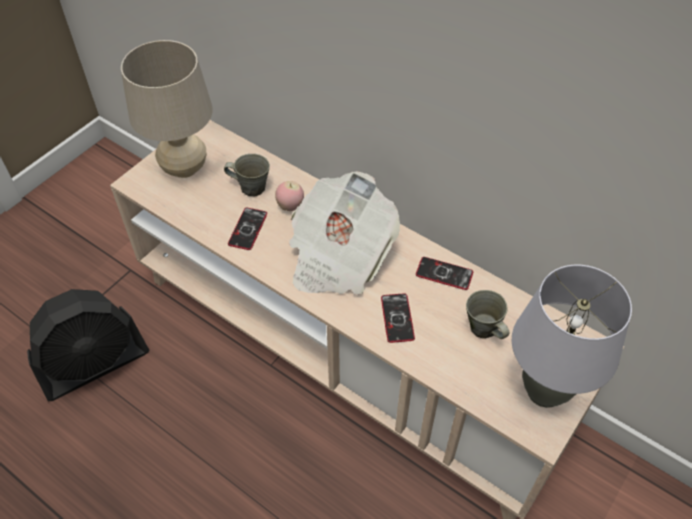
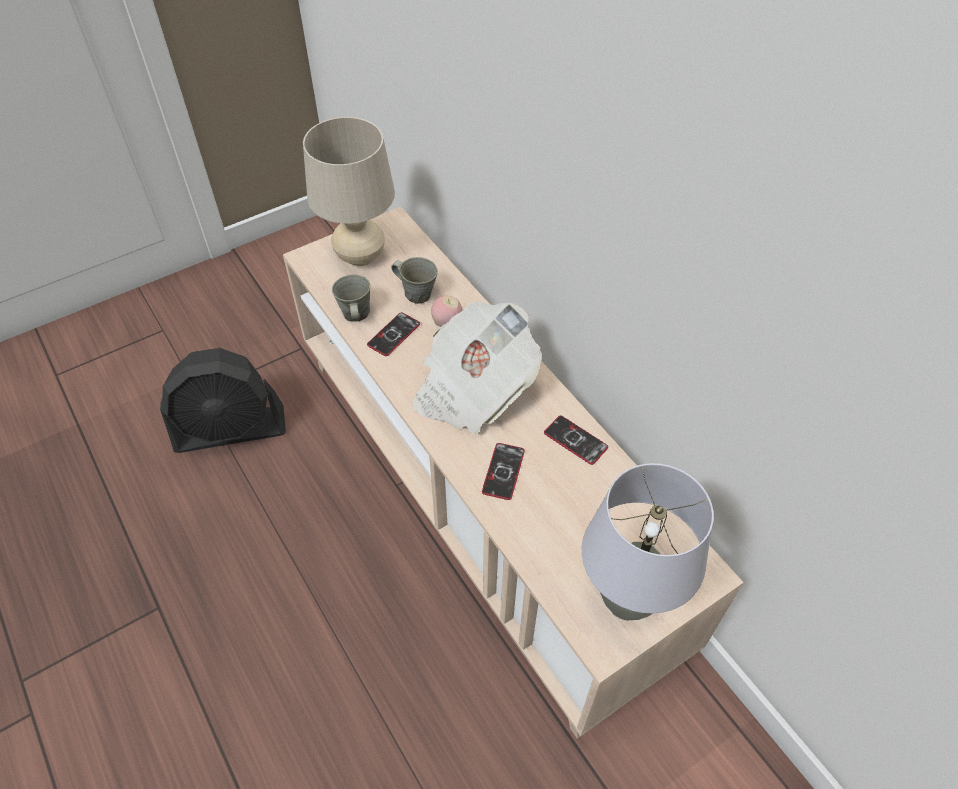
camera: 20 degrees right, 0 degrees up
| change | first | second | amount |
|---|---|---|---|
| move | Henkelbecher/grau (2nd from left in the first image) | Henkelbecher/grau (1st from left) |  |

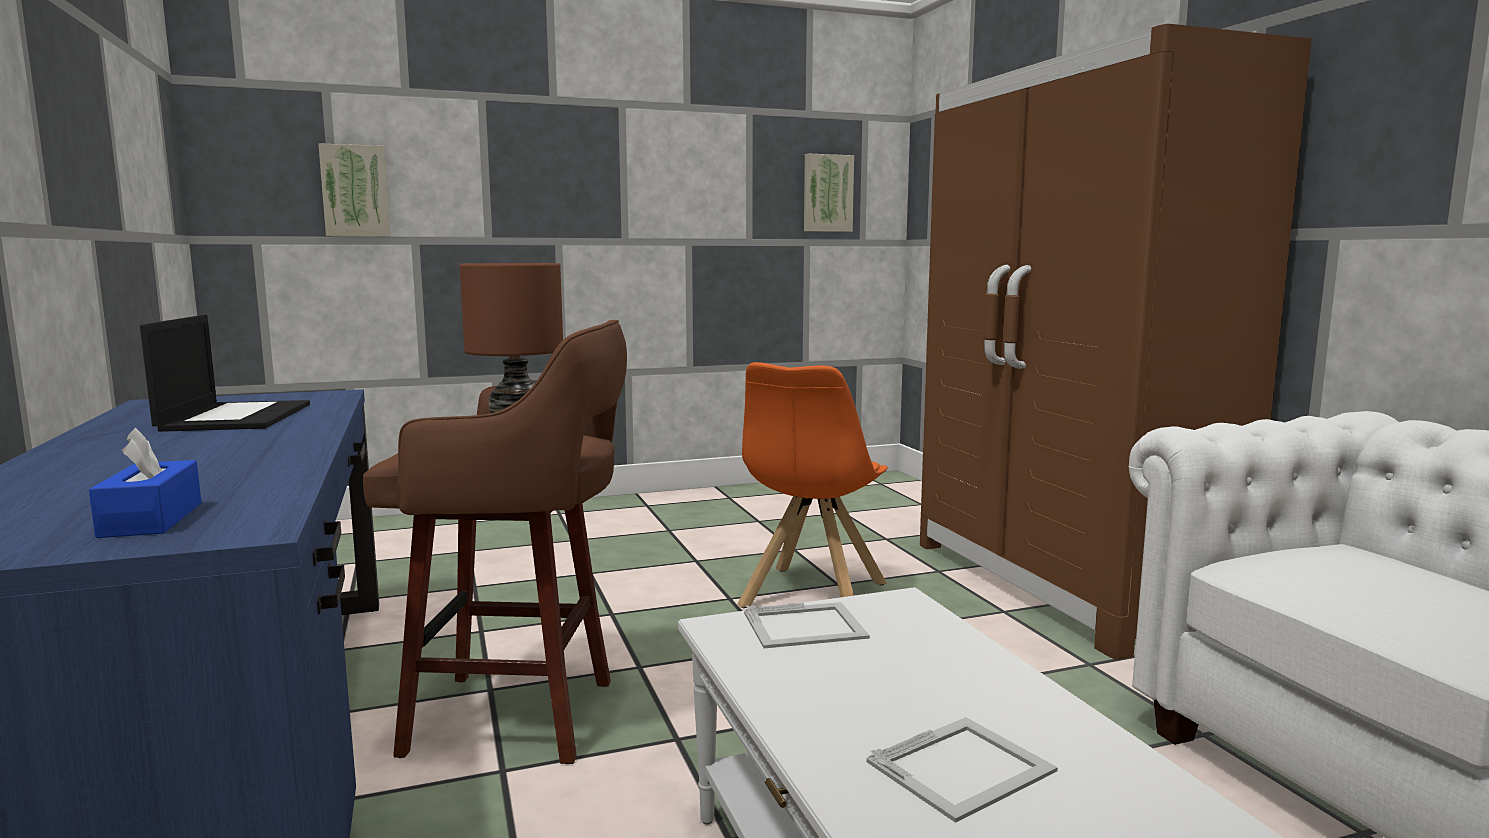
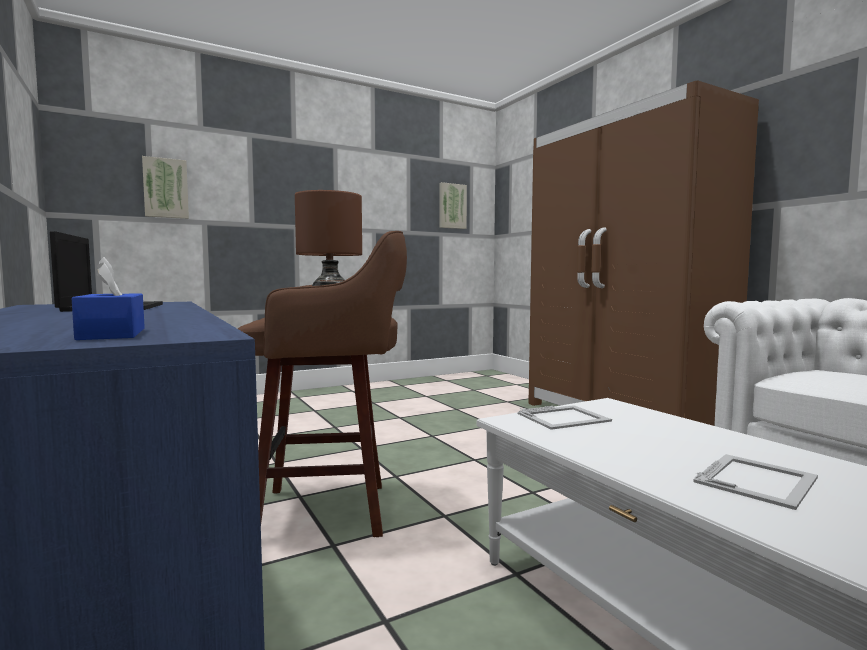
camera: 10 degrees left, 5 degrees down
| change | first | second | amount |
|---|---|---|---|
| delete | Stuhl/orange |  |  |

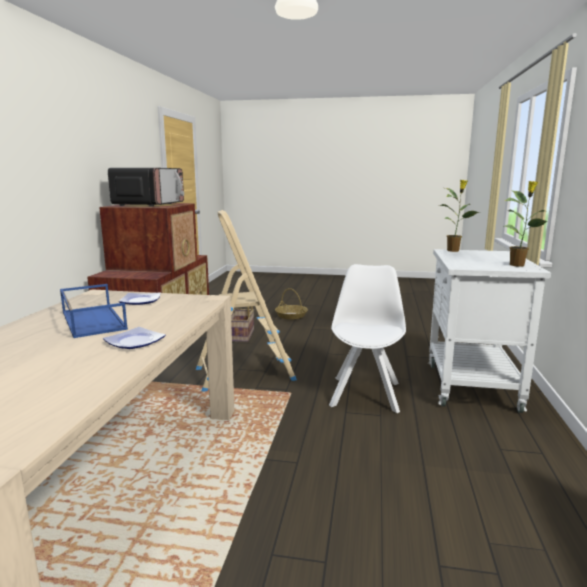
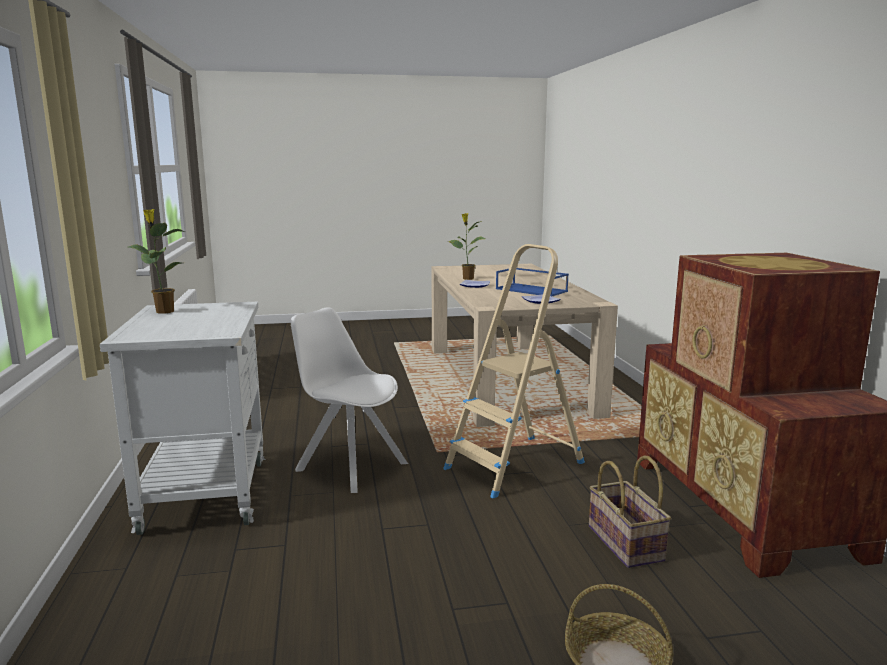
camera: 160 degrees right, 0 degrees up
| change | first | second | amount |
|---|---|---|---|
| delete | Mikrowelle |  |  |
| rotate | Stuhl/weiß |  | 135 degrees clockwise |
| move | Topfpflanze (1st from left in the first image) | Topfpflanze (2nd from left) |  |

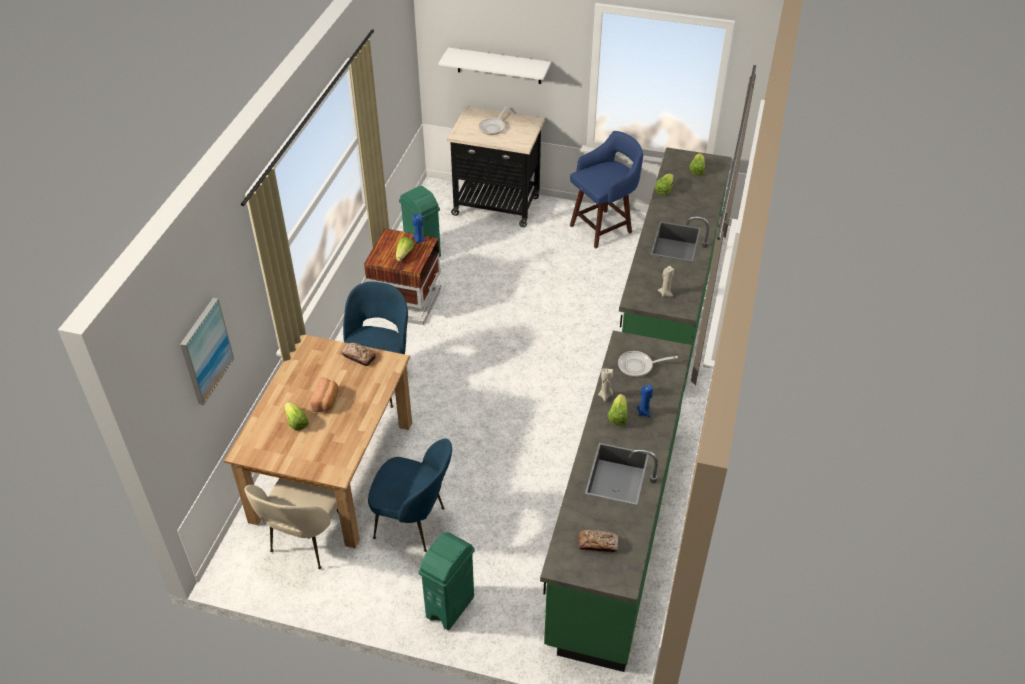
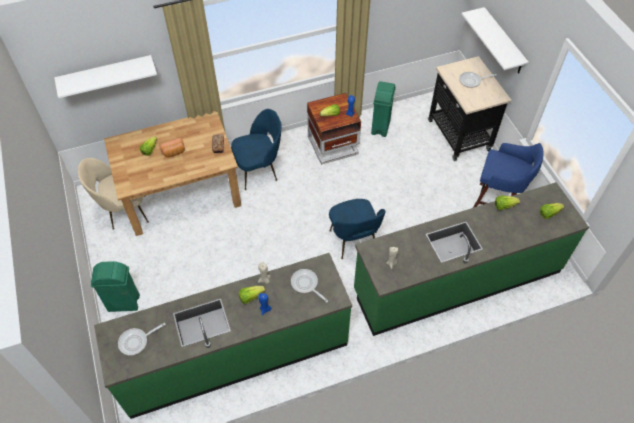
camera: 55 degrees right, 10 degrees up
| change | first | second | amount |
|---|---|---|---|
| replace | Bild | Wandregal/weiß (1st from left) |  |
| move | Stuhl/blau (2nd from left) |  |  |
| replace | Brot (3rd from left) | Pfanne (1st from left) |  |

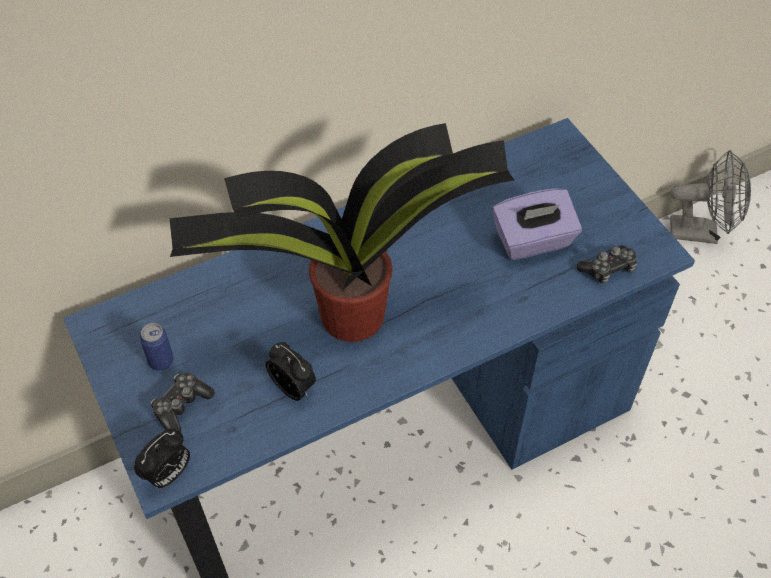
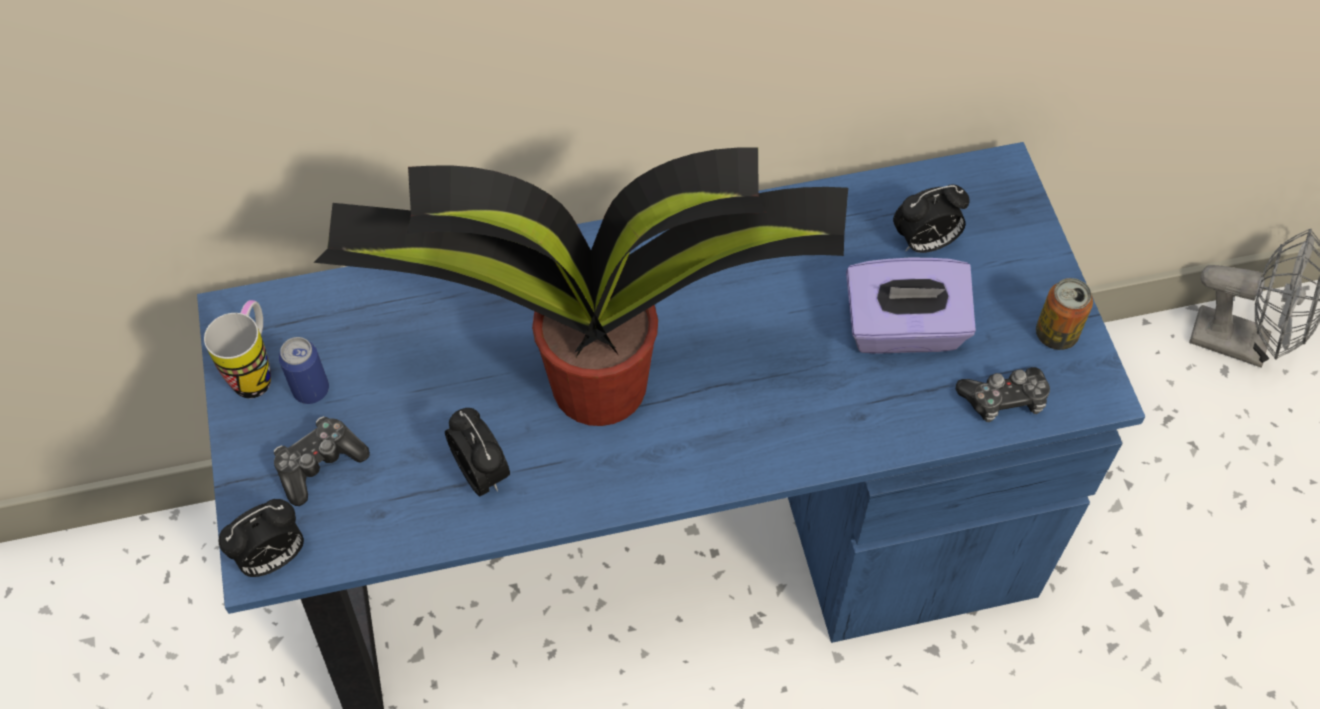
camera: 15 degrees right, 5 degrees up
| change | first | second | amount |
|---|---|---|---|
| insert |  | Henkelbecher |  |
| insert |  | Wecker (3rd from left) |  |
| insert |  | Dose (2nd from left) |  |

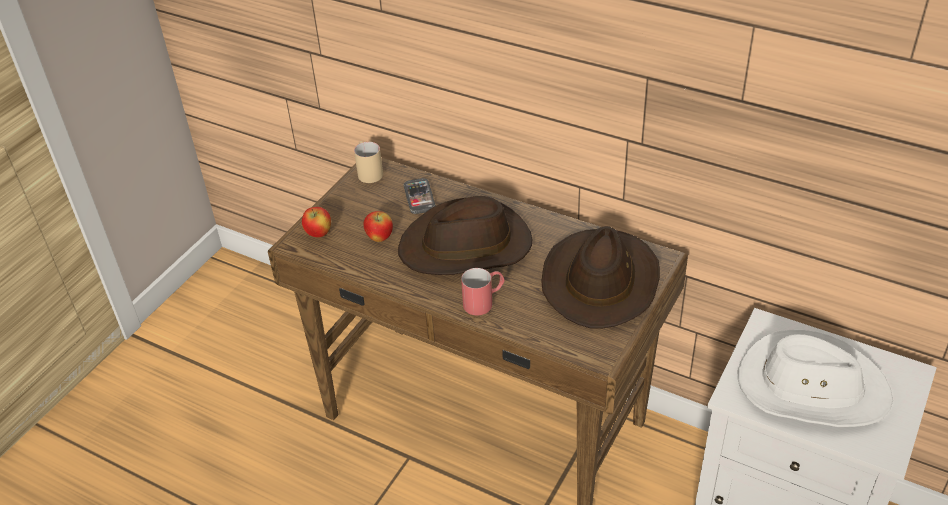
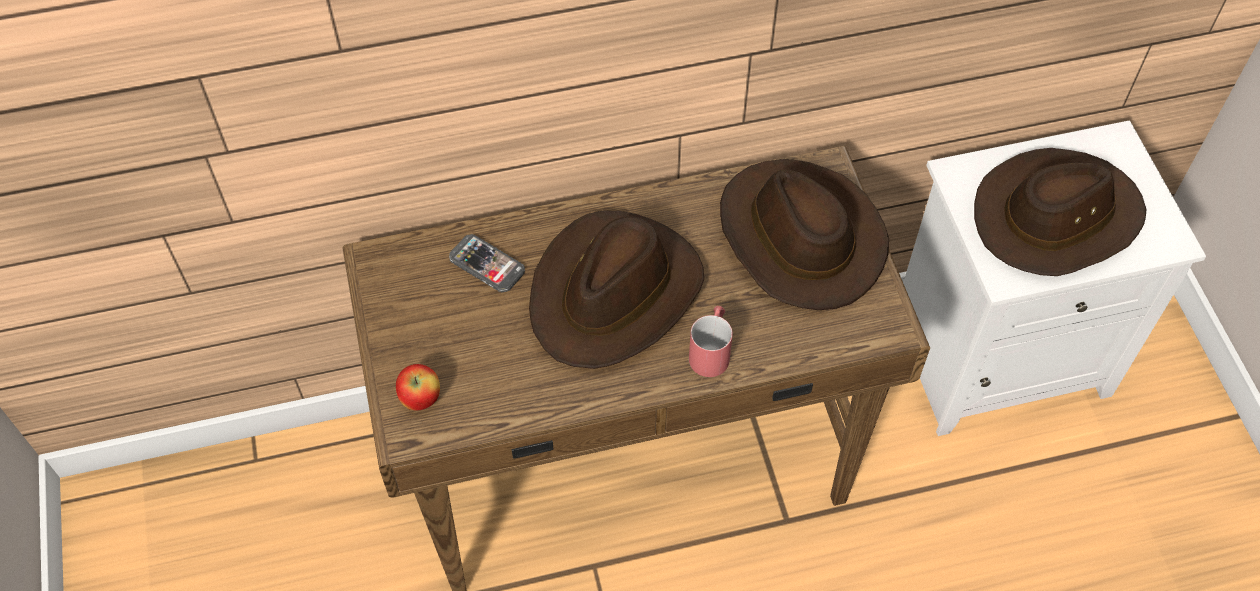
camera: 45 degrees left, 15 degrees up
| change | first | second | amount |
|---|---|---|---|
| delete | Henkelbecher/beige |  |  |
| delete | Apfel (2nd from left) |  |  |
| recolor | Hut/weiß | Hut/braun (3rd from left) |  |

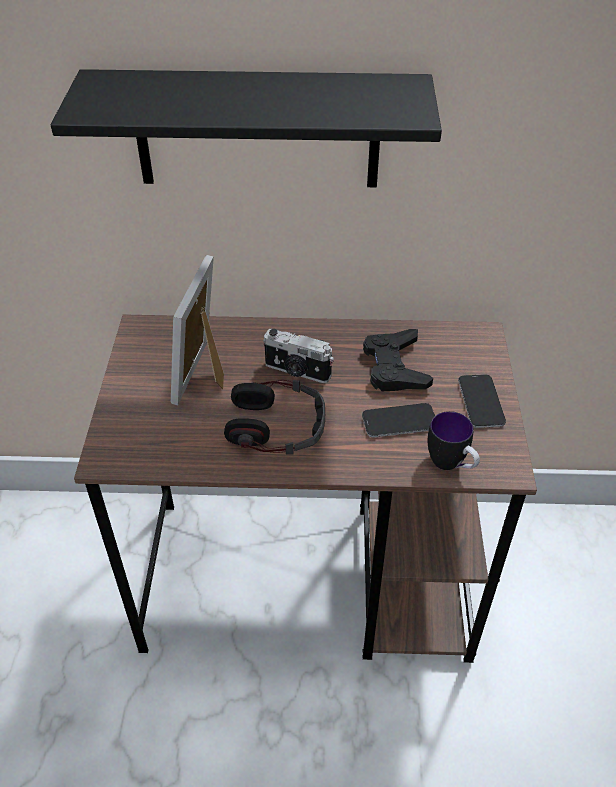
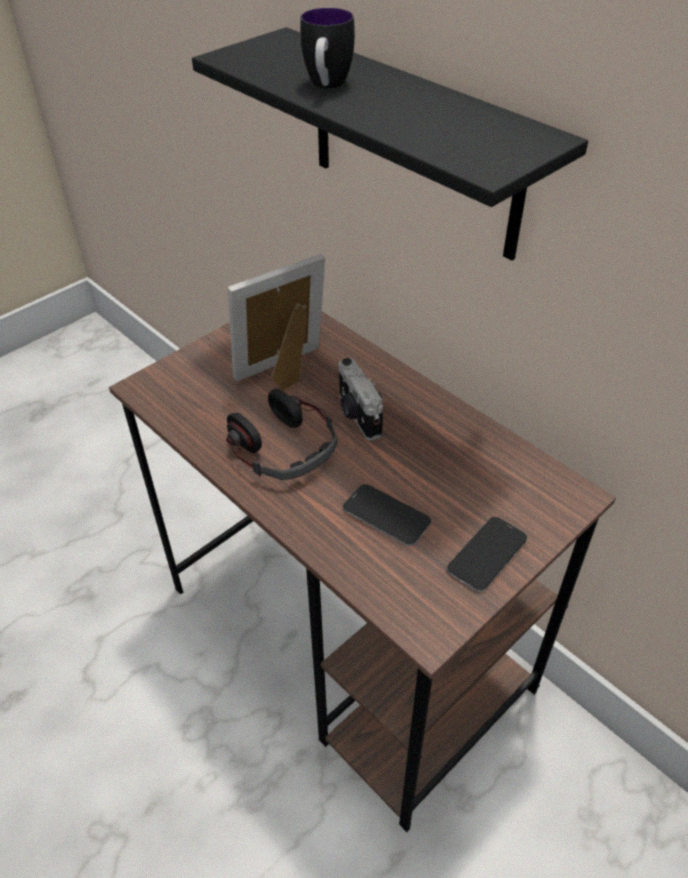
camera: 45 degrees right, 0 degrees up
| change | first | second | amount |
|---|---|---|---|
| delete | Gamepad/schwarz |  |  |
| move | Henkelbecher |  |  |

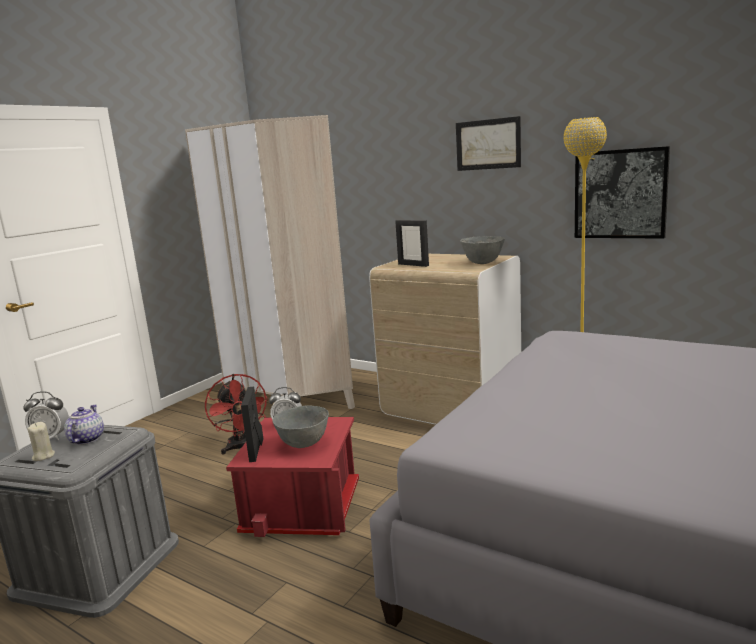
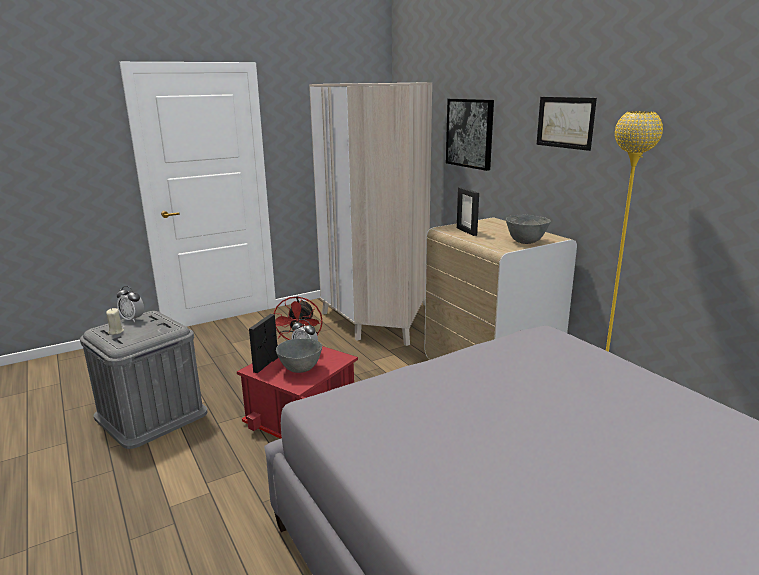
camera: 25 degrees right, 5 degrees up
| change | first | second | amount |
|---|---|---|---|
| delete | Teekanne |  |  |
| move | Bild (2nd from left in the first image) | Bild (1st from left) |  |

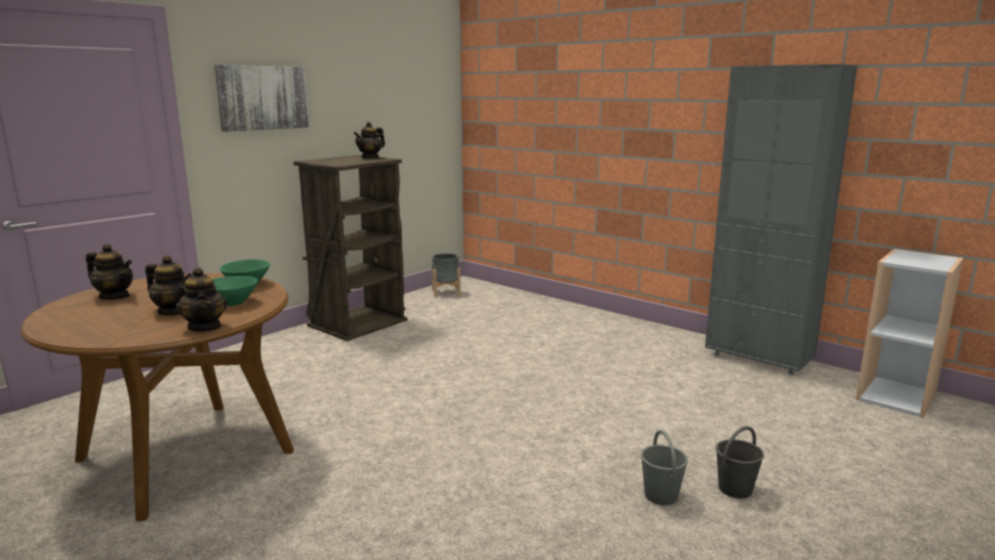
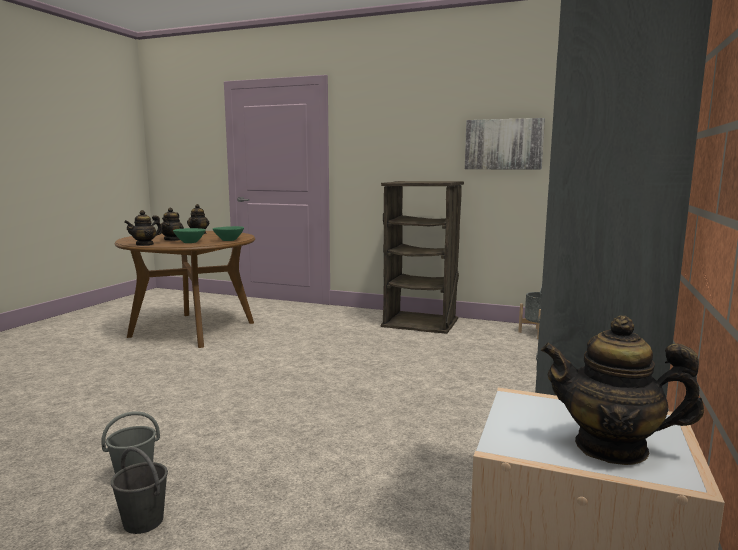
camera: 70 degrees right, 5 degrees down
| change | first | second | amount |
|---|---|---|---|
| move | Bild |  |  |
| move | Teekanne (4th from left) |  |  |

